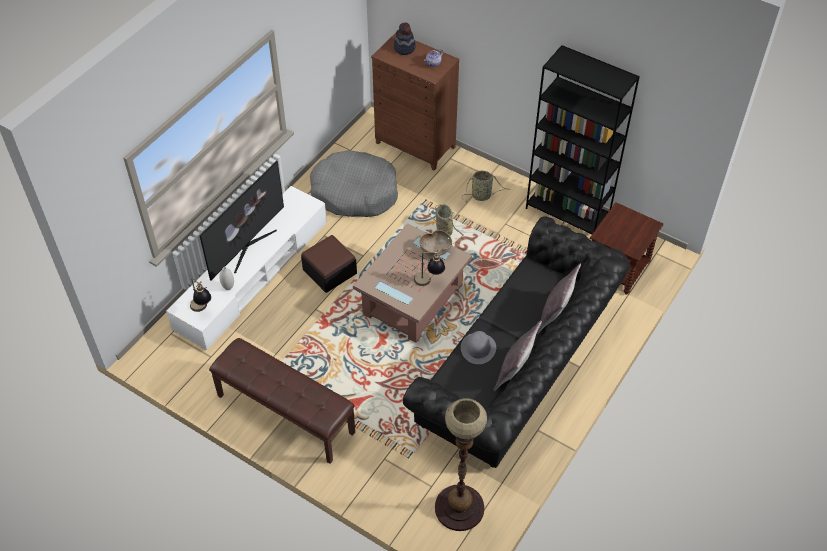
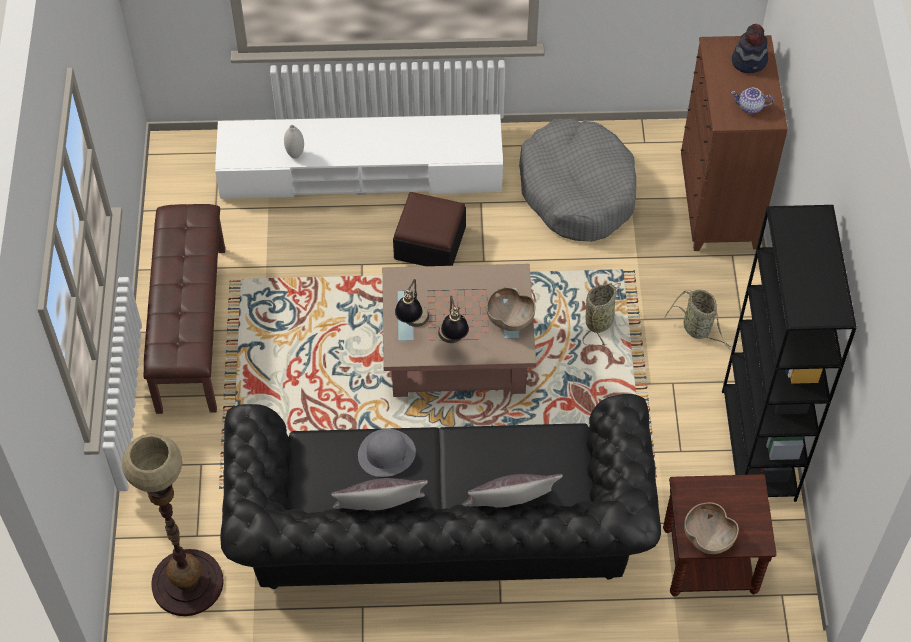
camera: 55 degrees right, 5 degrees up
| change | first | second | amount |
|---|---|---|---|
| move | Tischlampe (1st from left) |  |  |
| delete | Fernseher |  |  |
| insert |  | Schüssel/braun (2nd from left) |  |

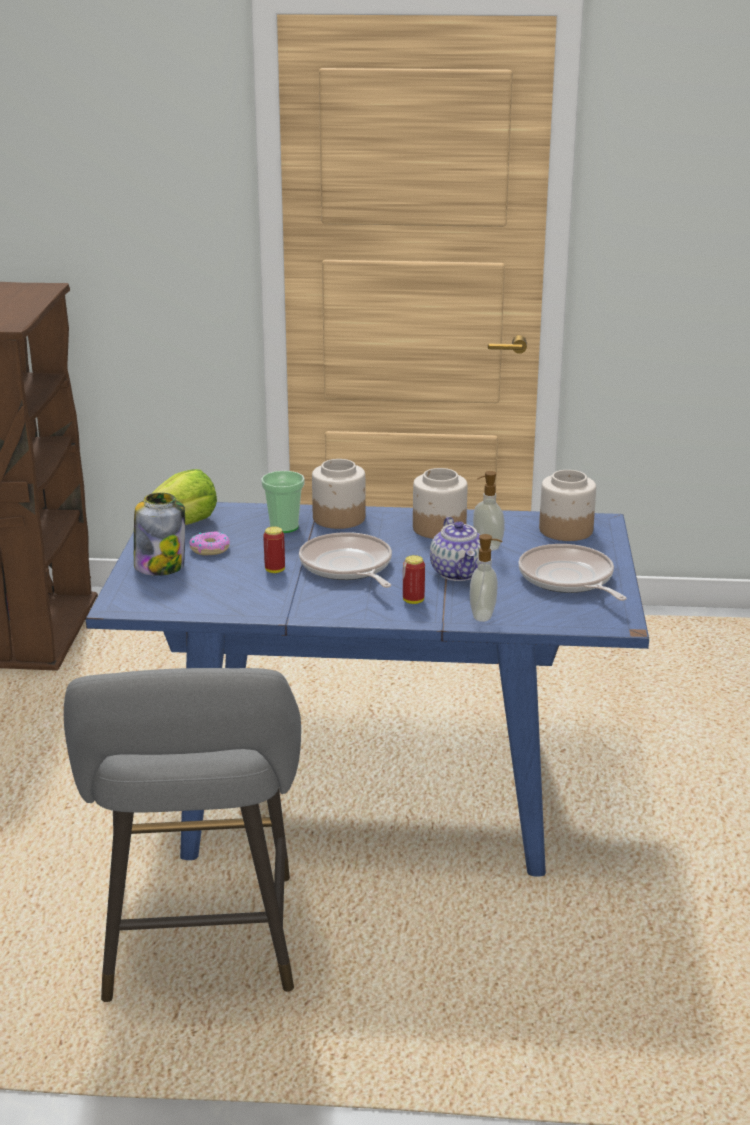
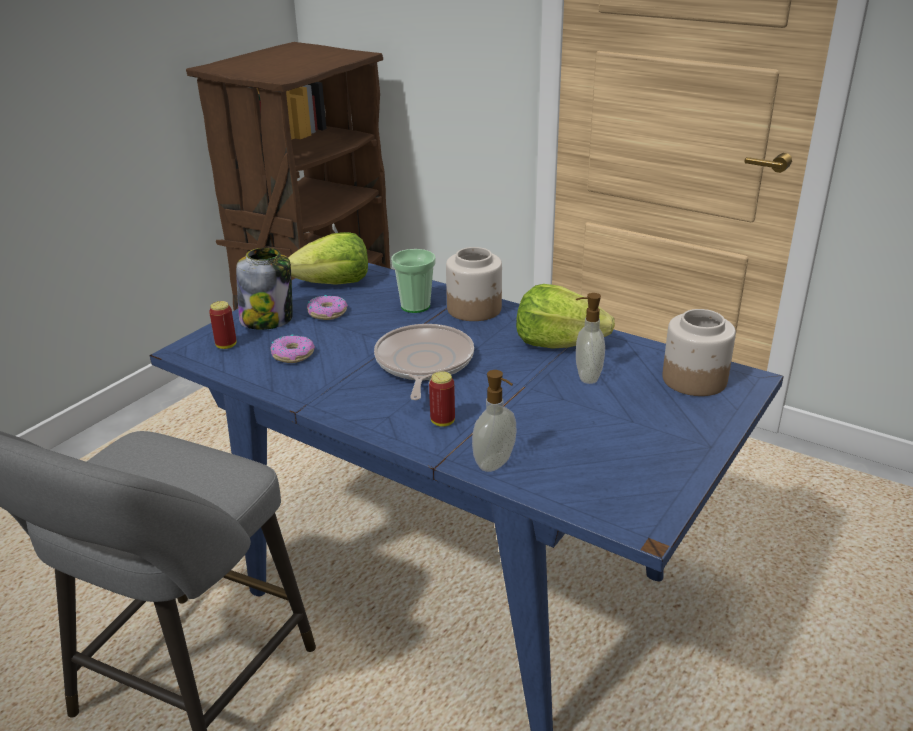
camera: 30 degrees right, 5 degrees up
| change | first | second | amount |
|---|---|---|---|
| move | Dose (1st from left) |  |  |
| replace | Vorratsglas (3rd from left) | Salatkopf (2nd from left) |  |
| delete | Teekanne |  |  |
| delete | Pfanne (2nd from left) |  |  |
| insert |  | Donut (1st from left) |  |

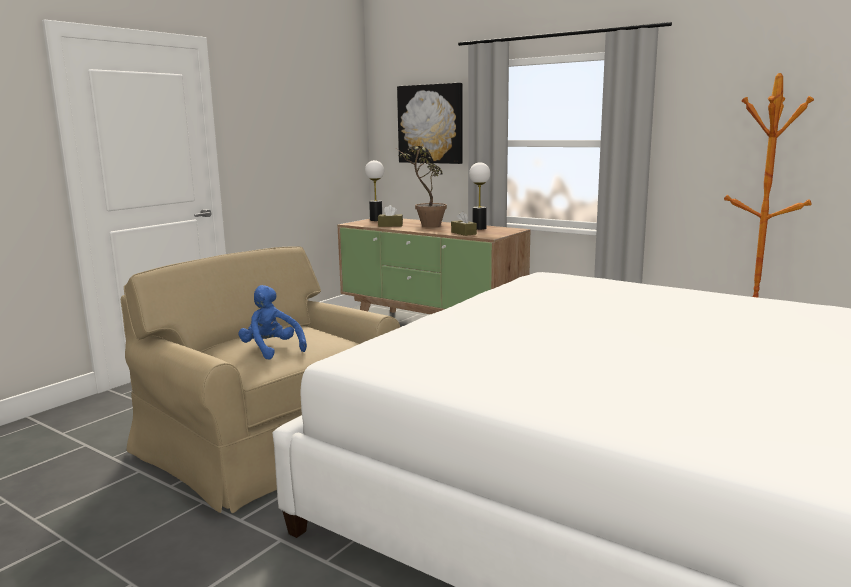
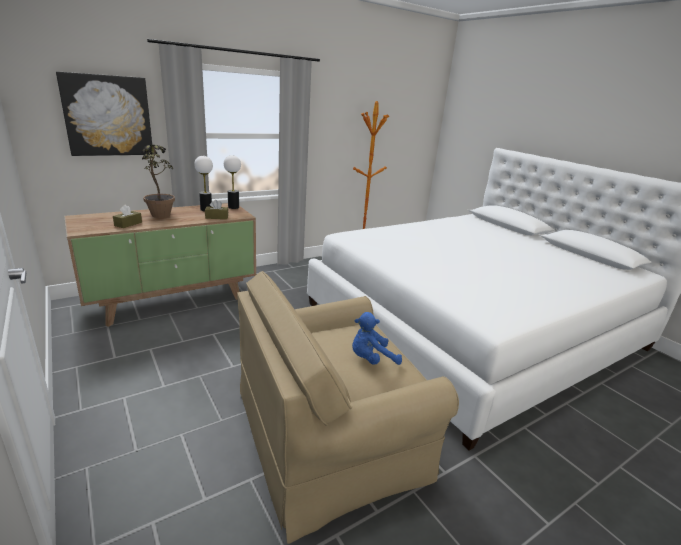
camera: 70 degrees left, 10 degrees up
| change | first | second | amount |
|---|---|---|---|
| move | Tischlampe (1st from left in the first image) | Tischlampe (2nd from left) |  |

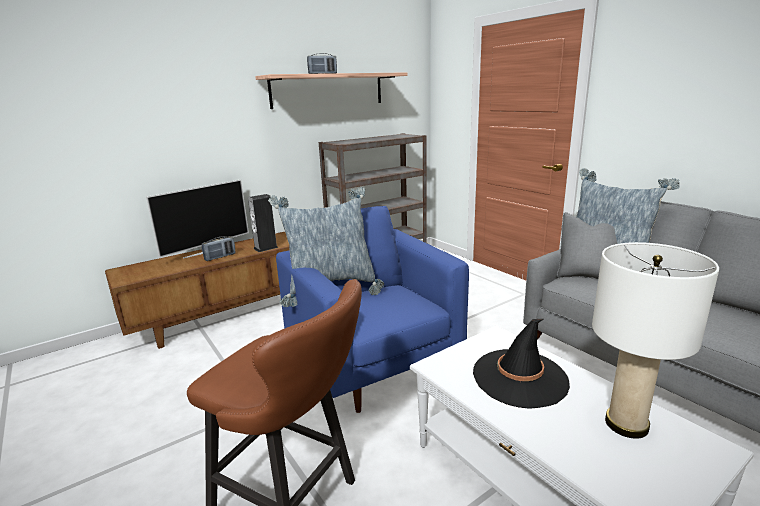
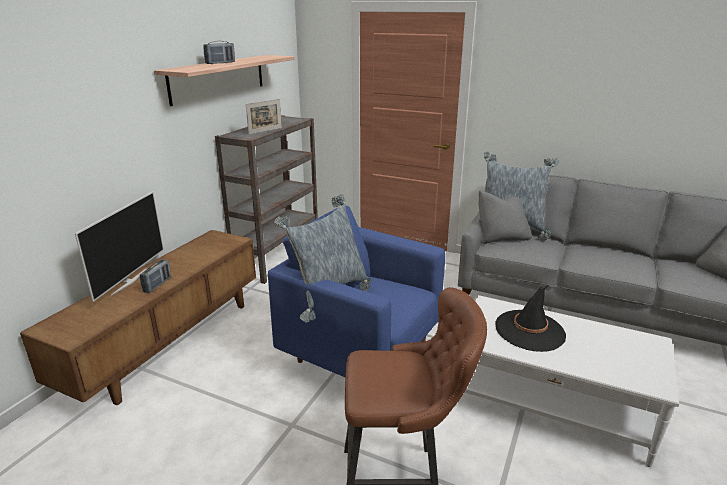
camera: 30 degrees left, 5 degrees up
| change | first | second | amount |
|---|---|---|---|
| delete | Lautsprecher |  |  |
| delete | Tischlampe/weiß |  |  |
| insert |  | Bilderrahmen |  |

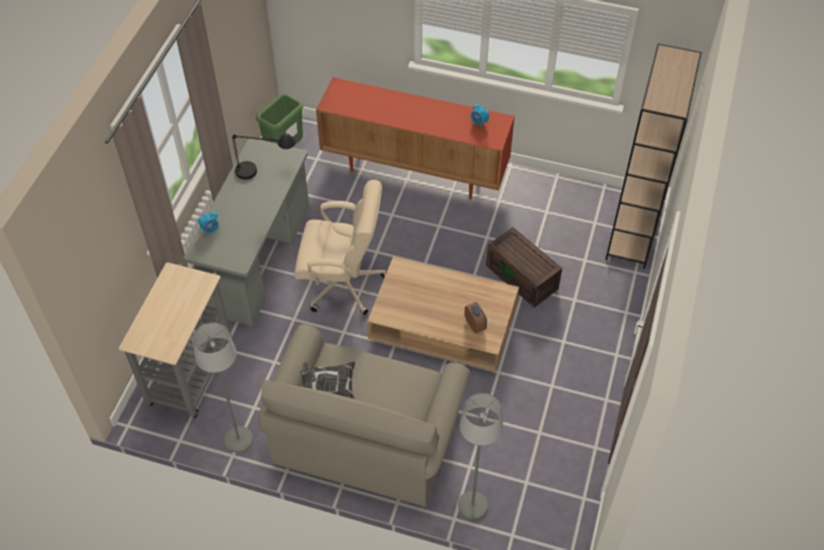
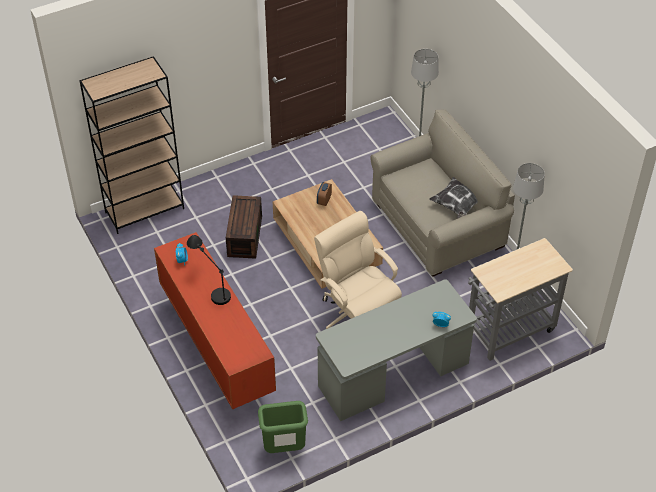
camera: 135 degrees left, 5 degrees down
| change | first | second | amount |
|---|---|---|---|
| move | Tischlampe/schwarz |  |  |

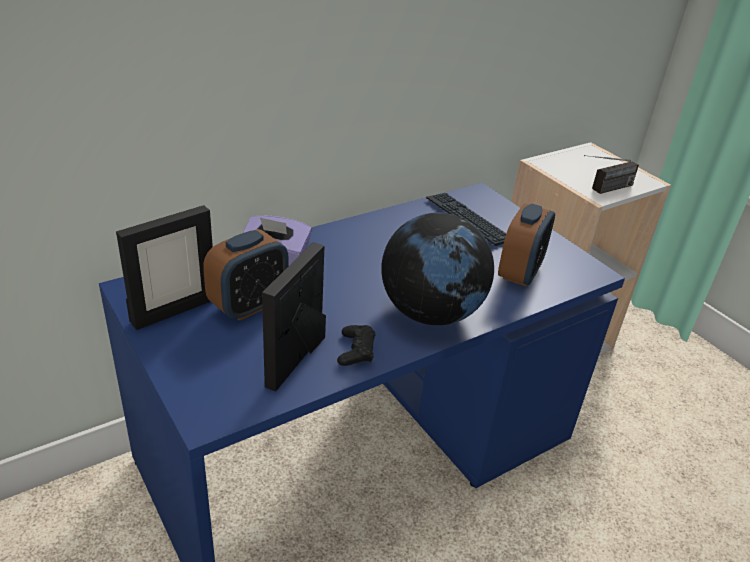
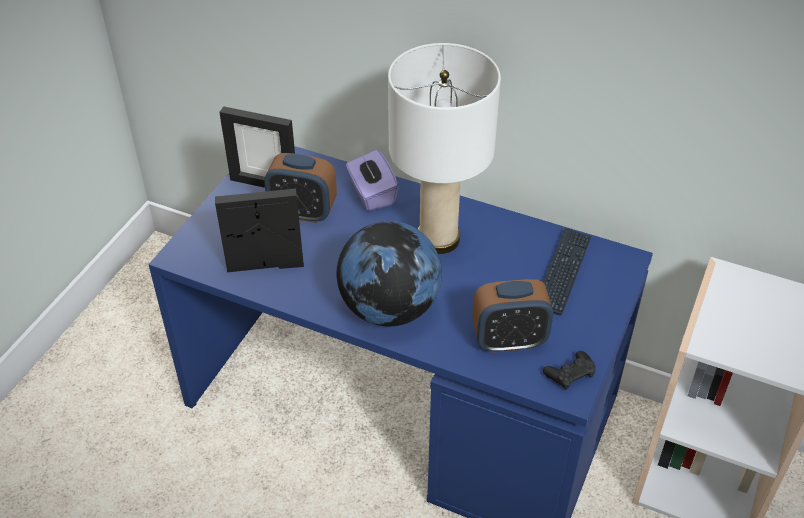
camera: 60 degrees right, 10 degrees up
| change | first | second | amount |
|---|---|---|---|
| move | Gamepad/schwarz |  |  |
| delete | Radio |  |  |
| insert |  | Tischlampe/weiß |  |

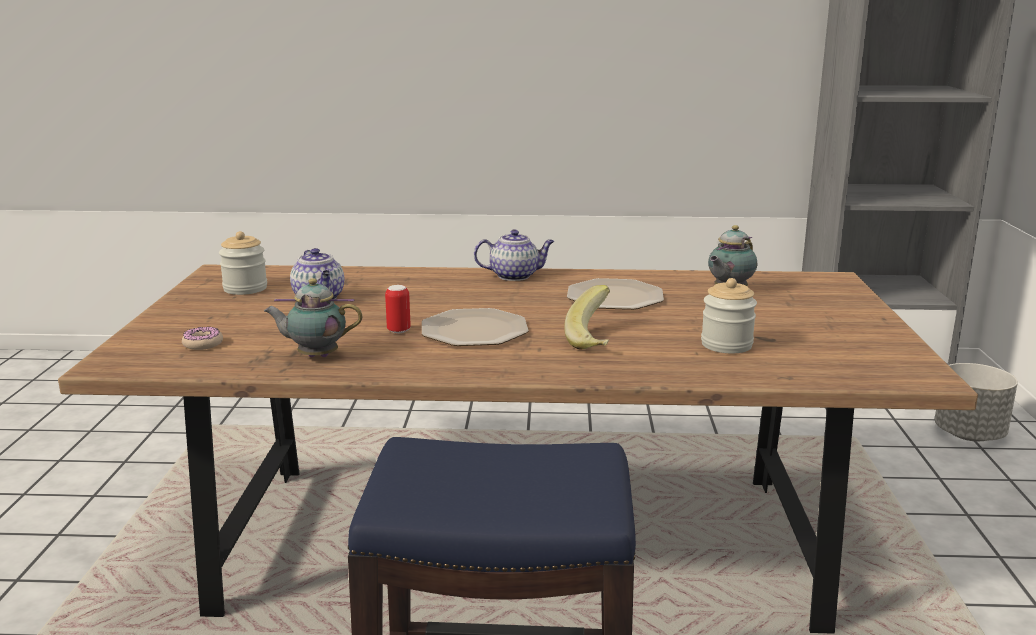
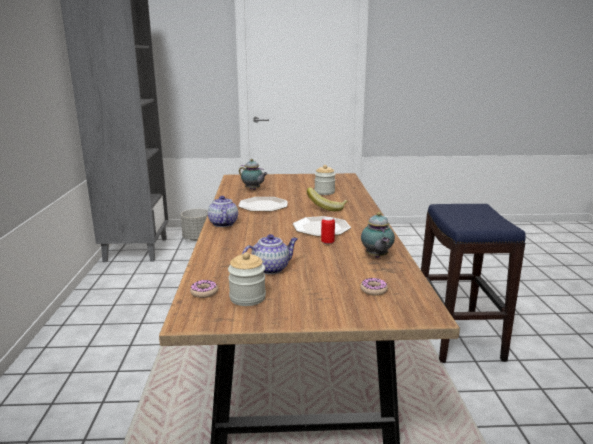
camera: 95 degrees left, 0 degrees up
| change | first | second | amount |
|---|---|---|---|
| insert |  | Donut (1st from left) |  |

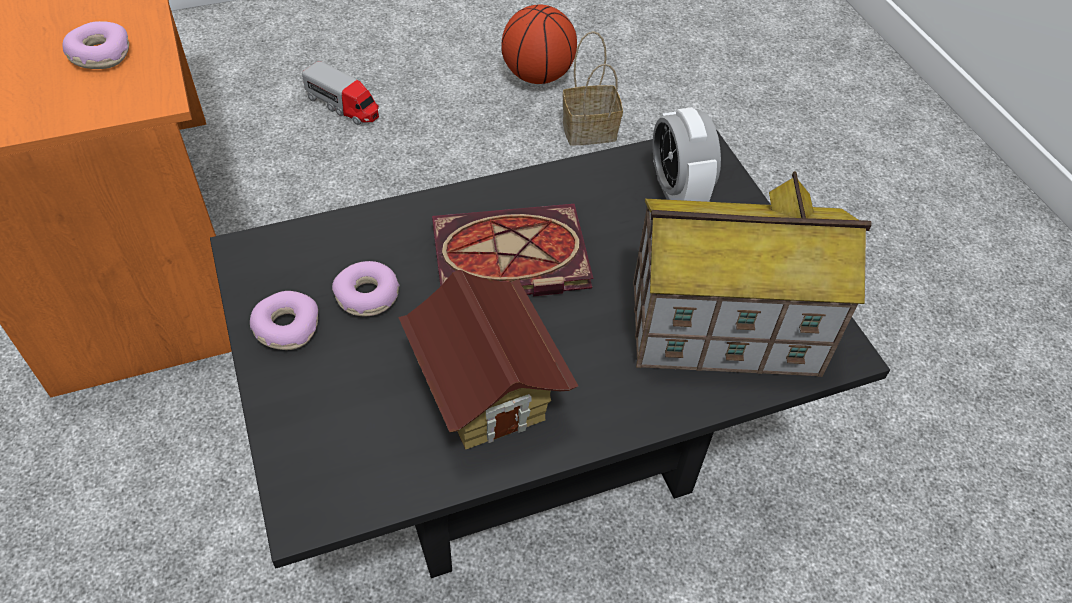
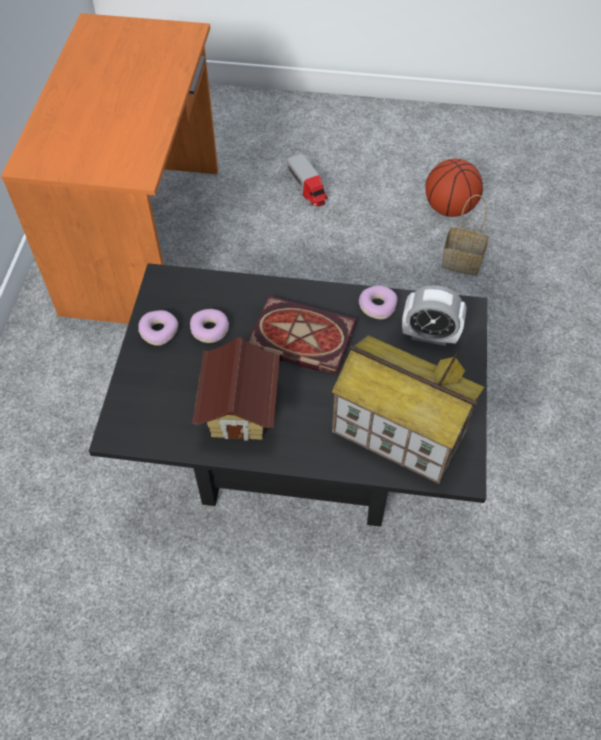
camera: 30 degrees right, 5 degrees up
| change | first | second | amount |
|---|---|---|---|
| move | Donut (1st from left in the first image) | Donut (3rd from left) |  |
| rotate | Wecker |  | 90 degrees counterclockwise |

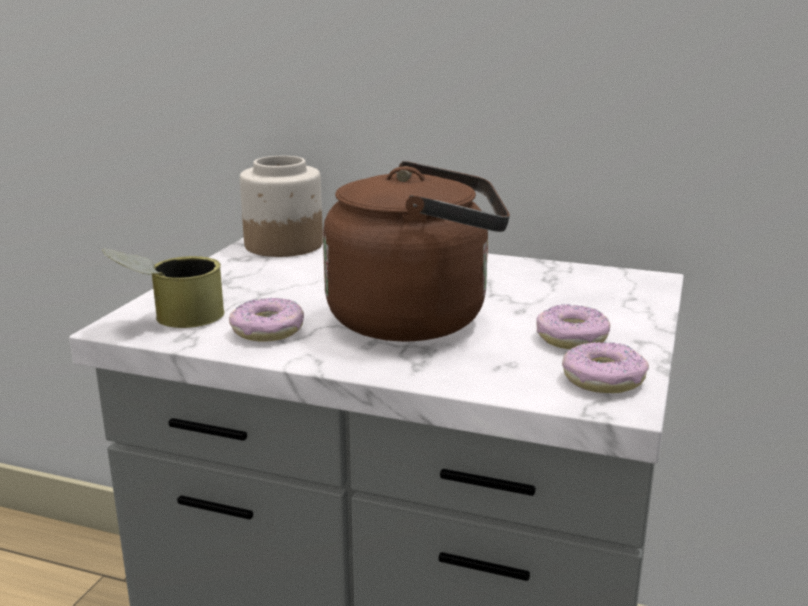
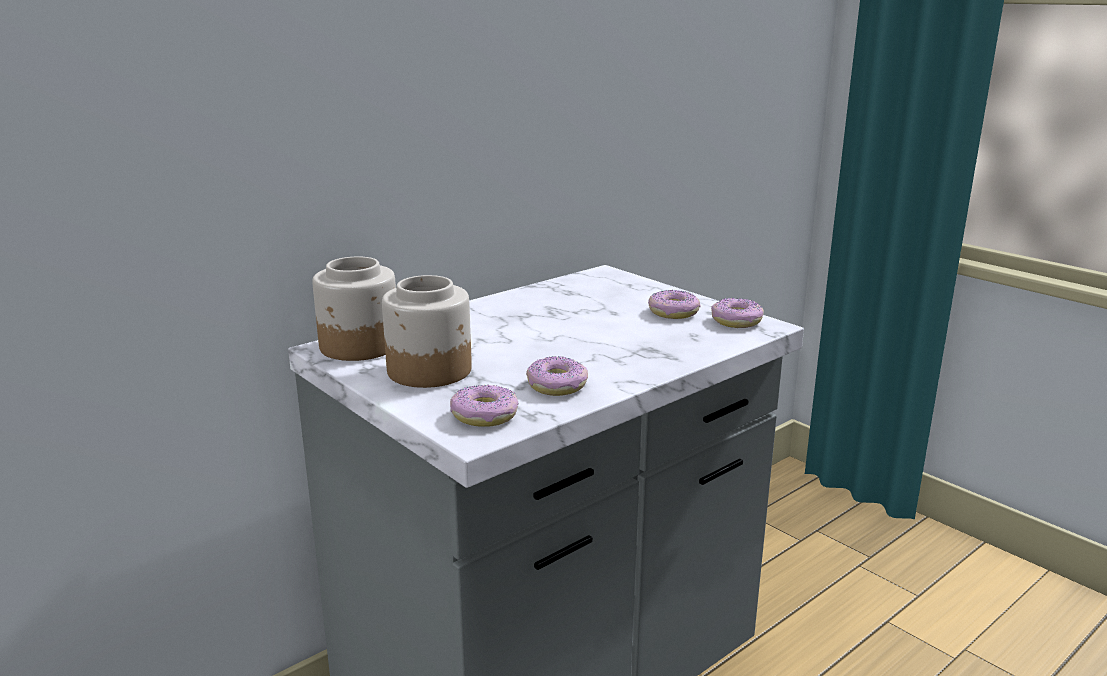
camera: 60 degrees left, 0 degrees up
| change | first | second | amount |
|---|---|---|---|
| replace | Dose | Donut (1st from left) |  |
| delete | Wasserkessel/braun |  |  |
| insert |  | Vorratsglas (2nd from left) |  |

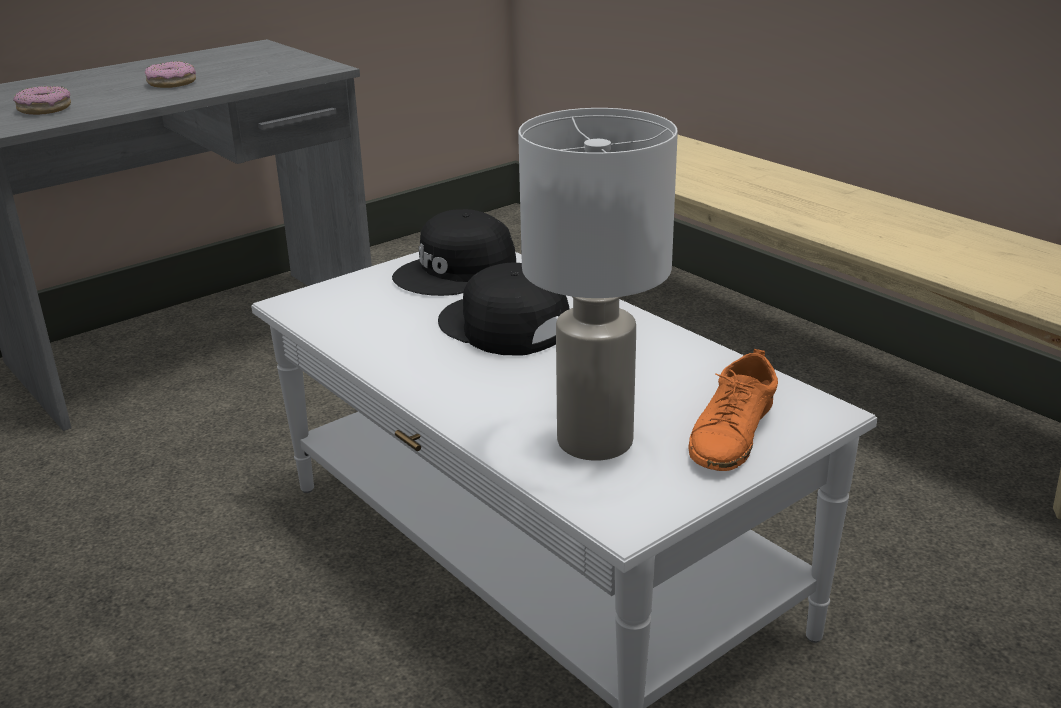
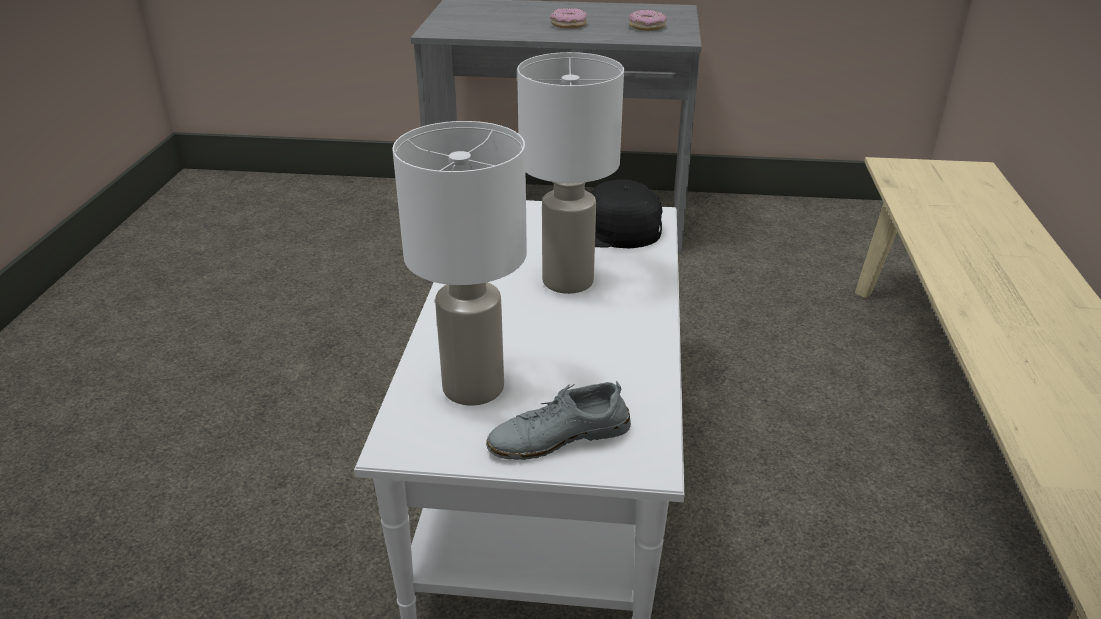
camera: 45 degrees right, 5 degrees up
| change | first | second | amount |
|---|---|---|---|
| move | Donut (1st from left in the first image) | Donut (2nd from left) |  |
| replace | Kappe/schwarz (2nd from left) | Tischlampe/weiß (2nd from left) |  |
| recolor | Schuh/orange | Schuh/grau |  |

